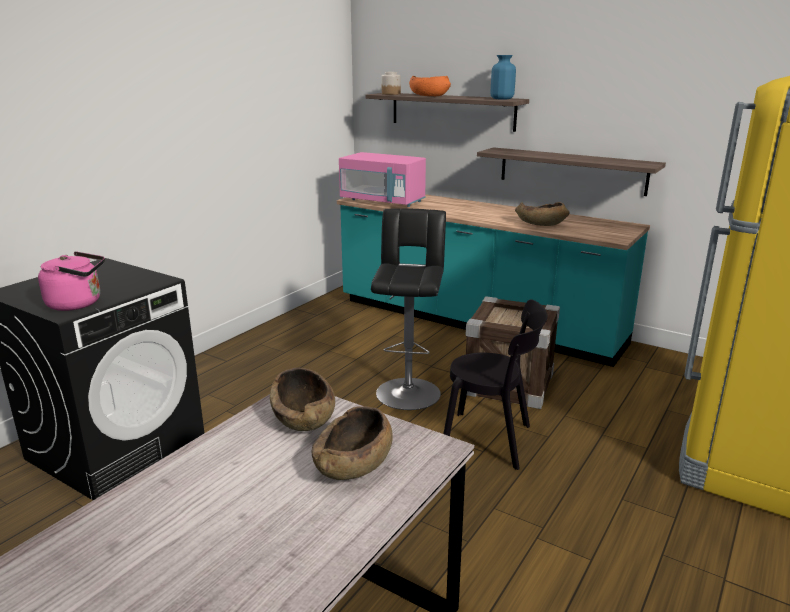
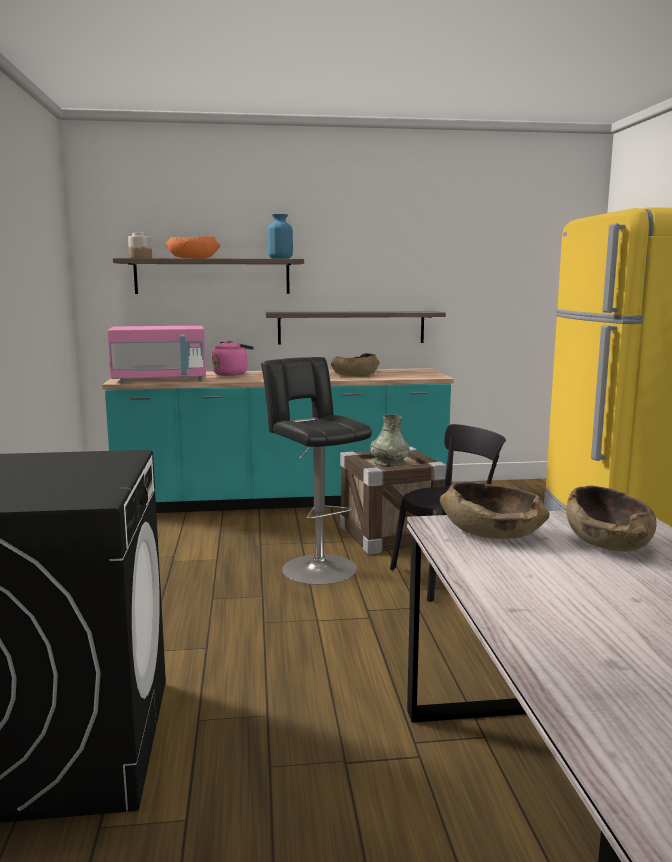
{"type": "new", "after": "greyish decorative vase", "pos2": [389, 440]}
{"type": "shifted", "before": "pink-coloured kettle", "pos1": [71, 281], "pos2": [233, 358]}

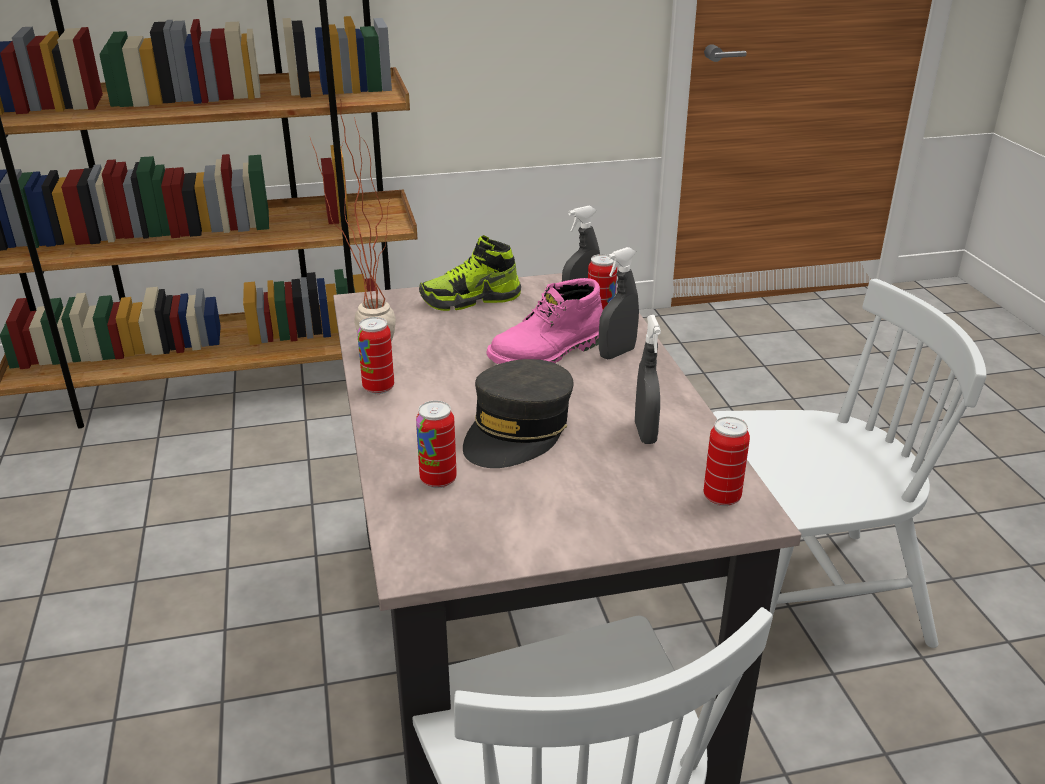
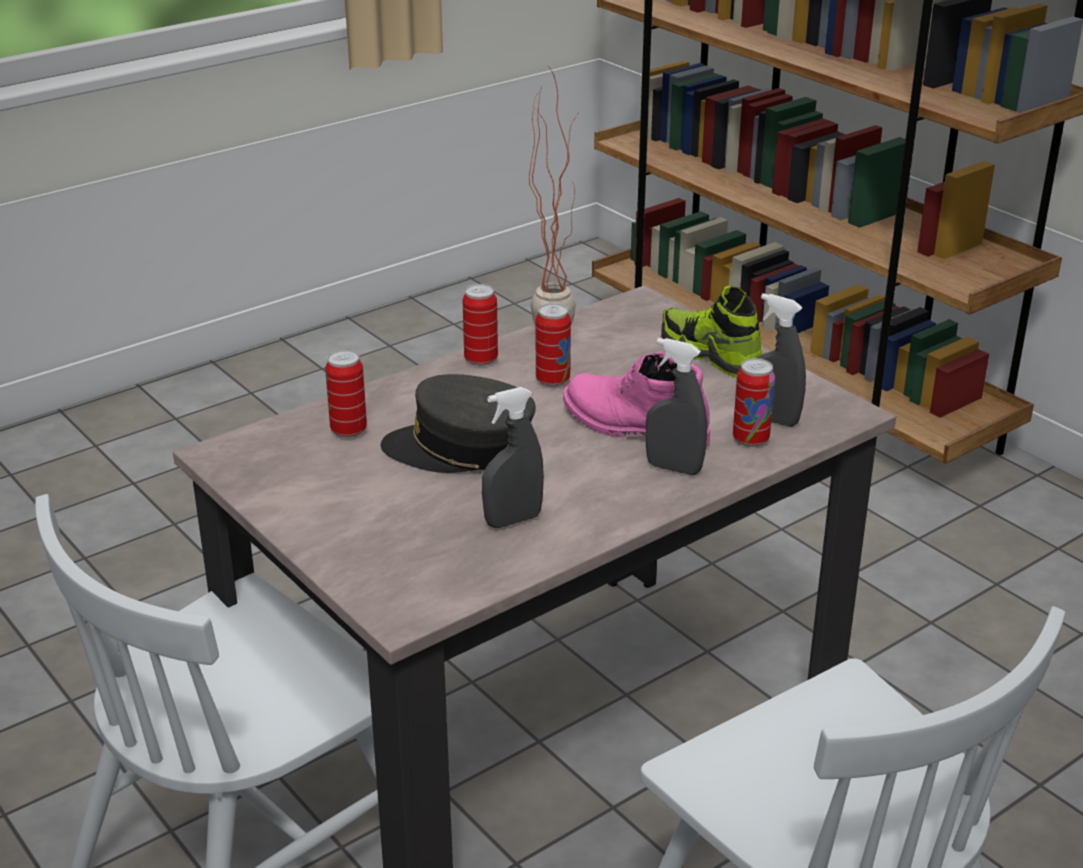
{"type": "shifted", "before": "metal can", "pos1": [726, 461], "pos2": [553, 345]}

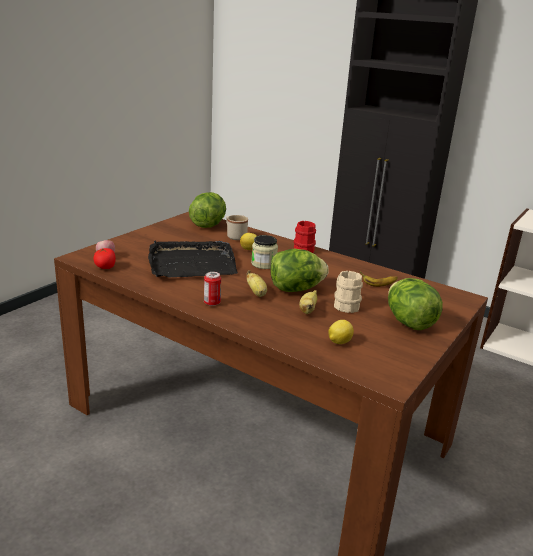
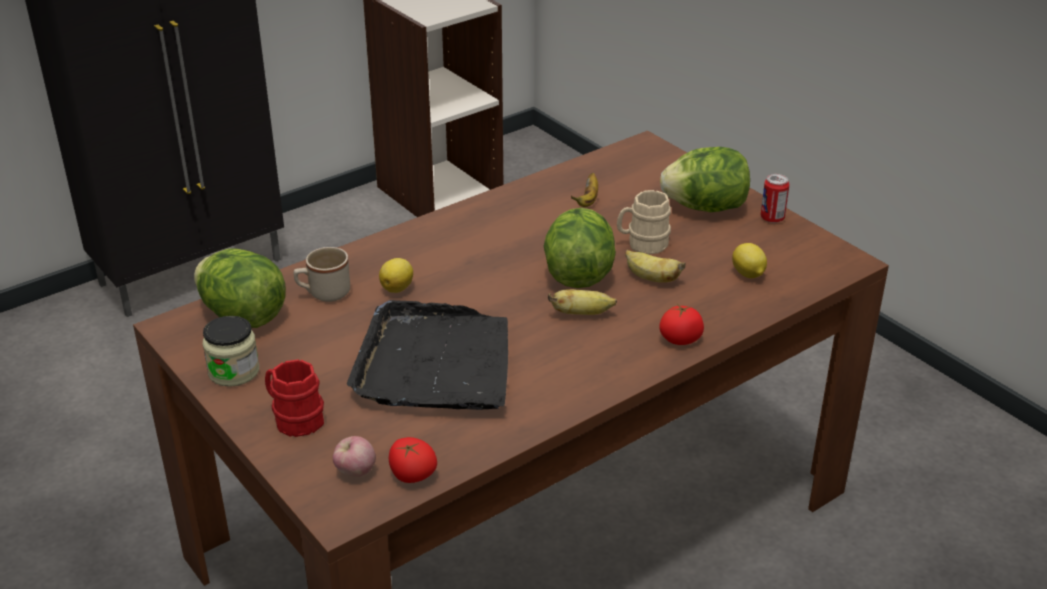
{"type": "new", "after": "fresh tomato", "pos2": [681, 324]}
{"type": "shifted", "before": "metal can", "pos1": [212, 289], "pos2": [775, 198]}
{"type": "shifted", "before": "jar", "pos1": [264, 252], "pos2": [231, 351]}
{"type": "shifted", "before": "reddish coffee mug", "pos1": [305, 237], "pos2": [294, 398]}

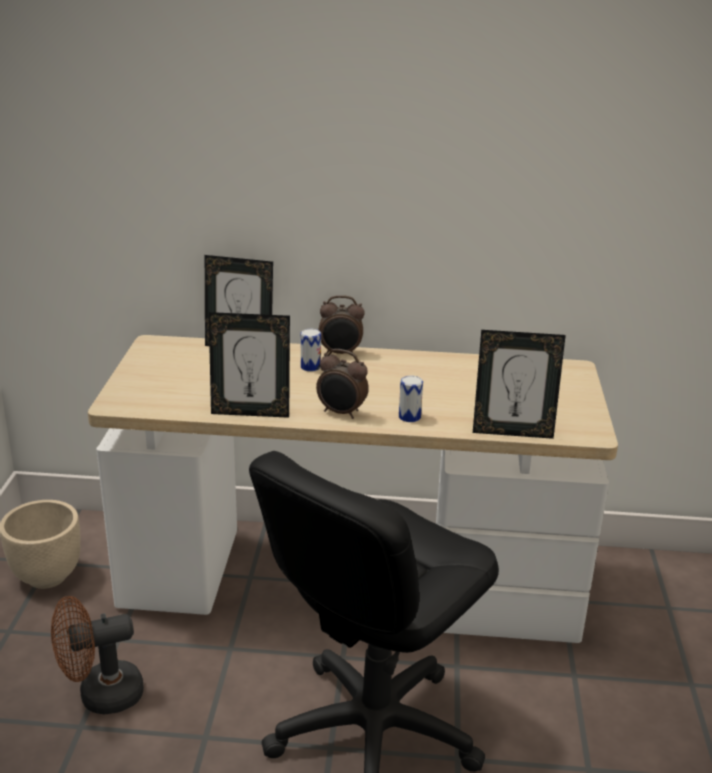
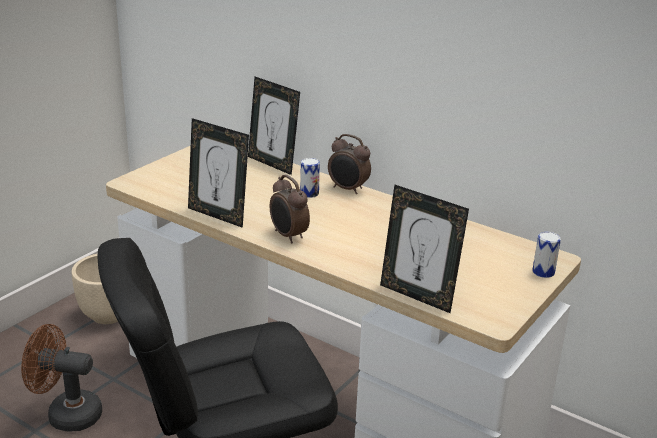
{"type": "shifted", "before": "metal can", "pos1": [411, 398], "pos2": [547, 255]}

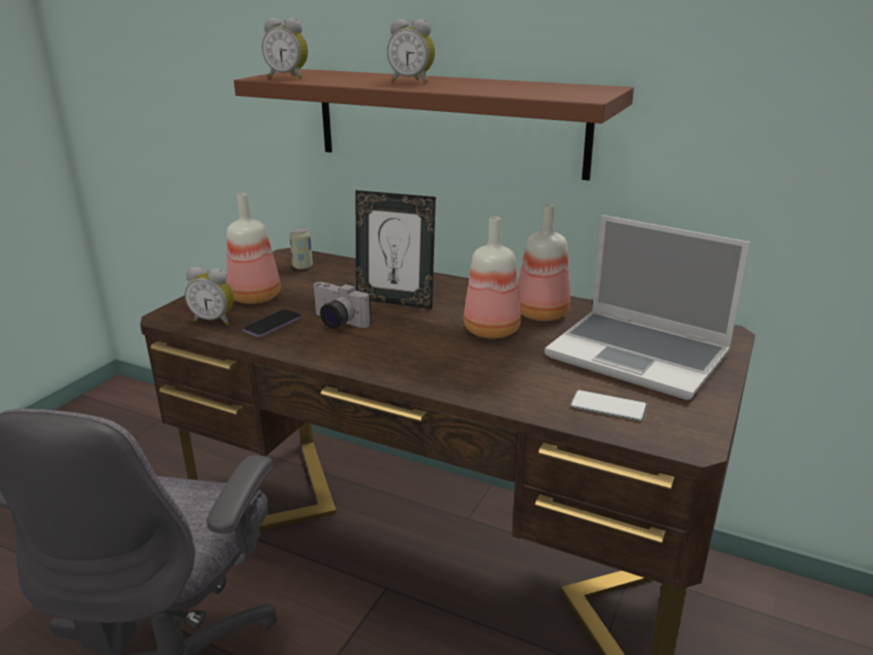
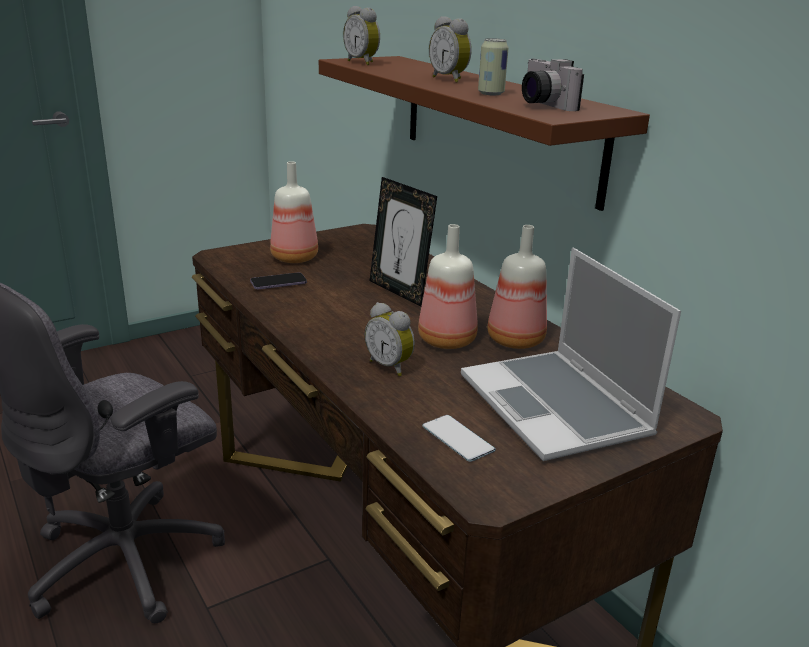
{"type": "shifted", "before": "alarm clock", "pos1": [209, 296], "pos2": [390, 339]}
{"type": "shifted", "before": "metal can", "pos1": [301, 248], "pos2": [493, 66]}
{"type": "shifted", "before": "still camera", "pos1": [342, 305], "pos2": [553, 85]}

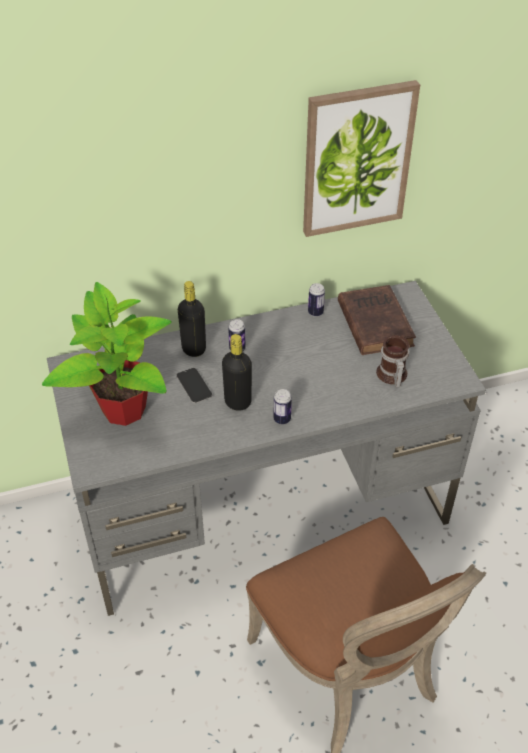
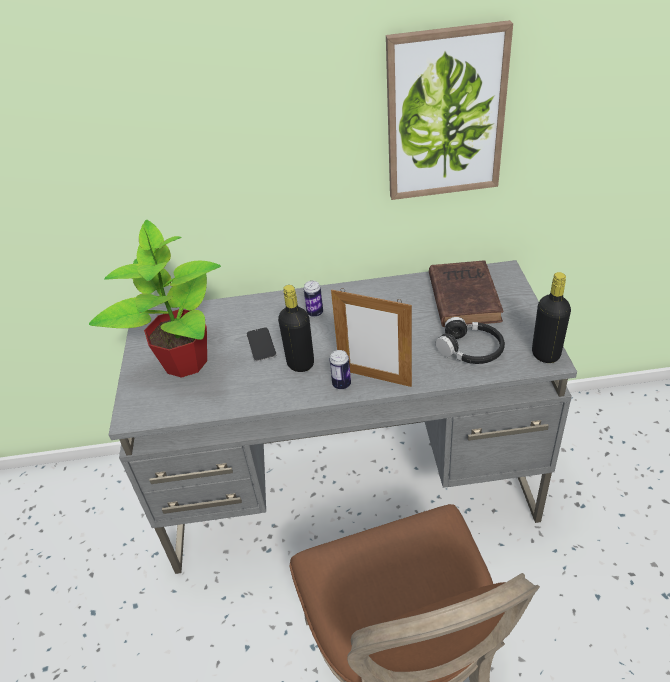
{"type": "gone", "before": "metal can", "pos1": [316, 300]}
{"type": "new", "after": "photo frame", "pos2": [371, 337]}
{"type": "shifted", "before": "black-coloured bottle", "pos1": [192, 319], "pos2": [551, 317]}
{"type": "swapped", "before": "coffee mug", "after": "black-coloured pair of headphones", "pos1": [392, 361], "pos2": [470, 340]}

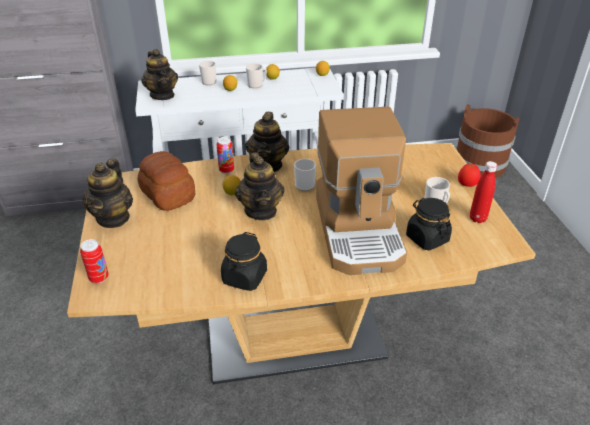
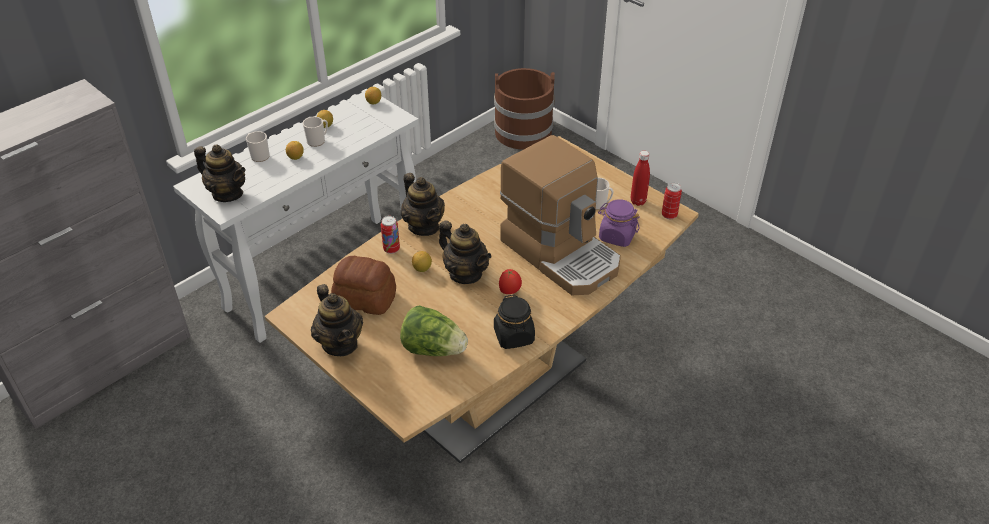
{"type": "gone", "before": "coffee mug", "pos1": [305, 175]}
{"type": "new", "after": "head of lettuce", "pos2": [434, 330]}
{"type": "shifted", "before": "metal can", "pos1": [94, 261], "pos2": [672, 200]}
{"type": "shifted", "before": "fresh tomato", "pos1": [469, 175], "pos2": [510, 281]}
{"type": "repainted", "before": "black-coloured jar", "after": "purplish jar", "pos1": [429, 224], "pos2": [619, 223]}

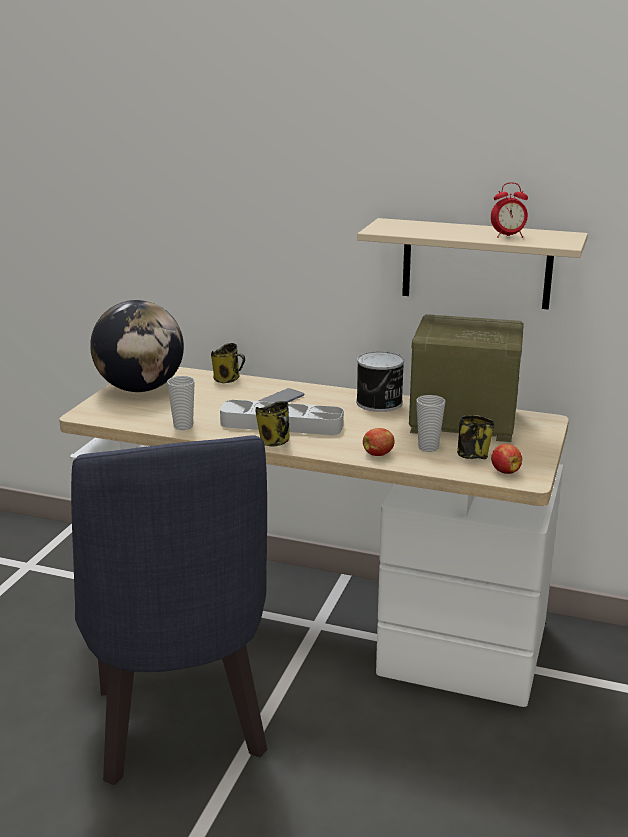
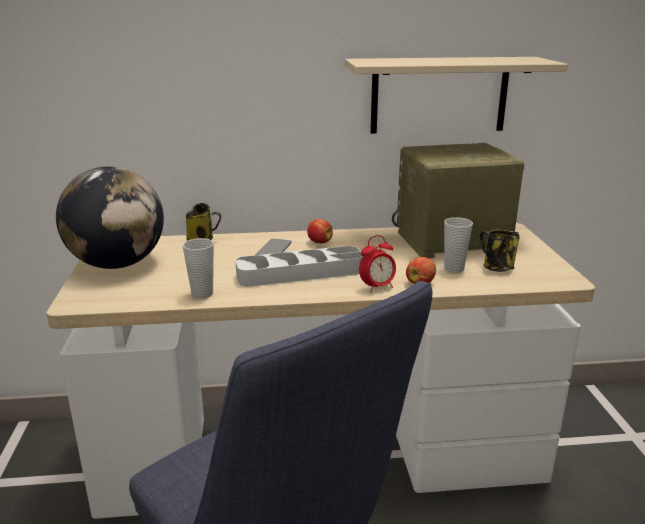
{"type": "gone", "before": "coffee mug", "pos1": [272, 424]}
{"type": "gone", "before": "metal can", "pos1": [380, 381]}
{"type": "shifted", "before": "alarm clock", "pos1": [509, 210], "pos2": [377, 263]}
{"type": "shifted", "before": "apple", "pos1": [506, 459], "pos2": [320, 231]}

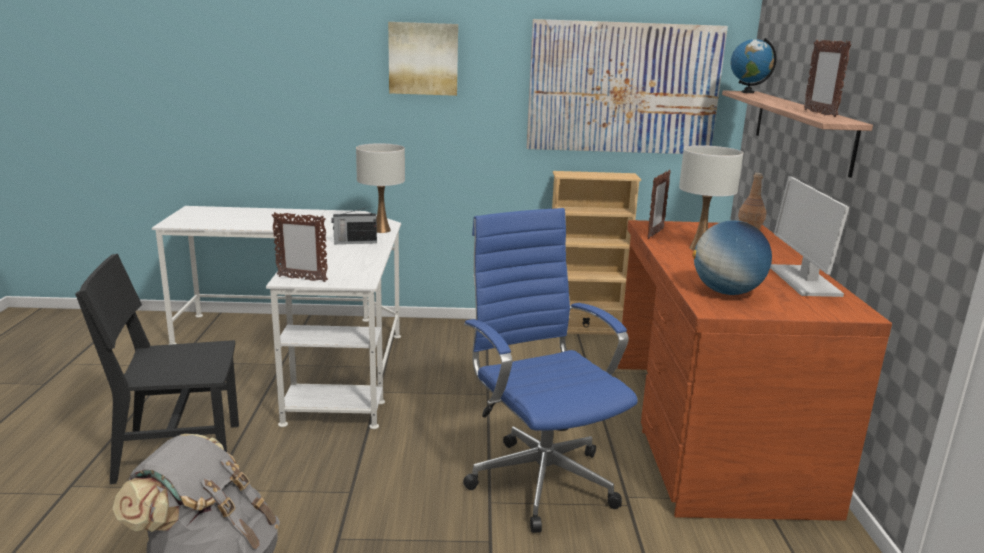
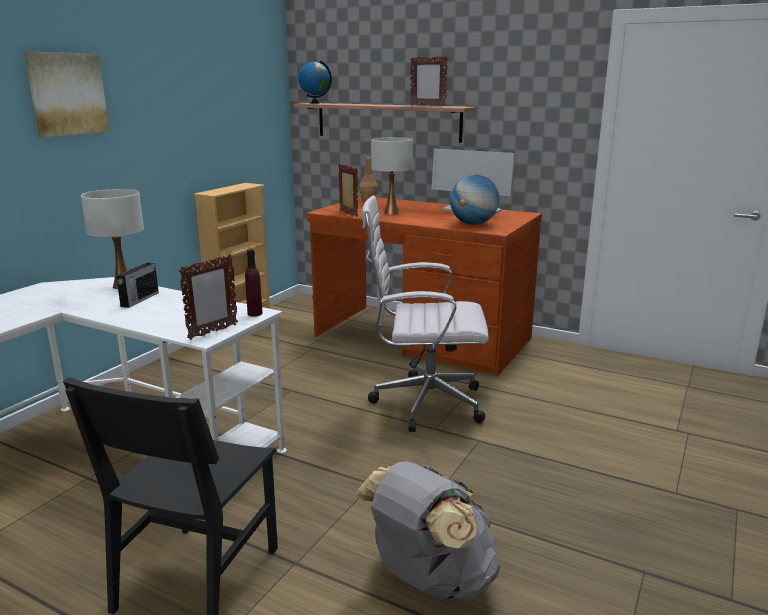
{"type": "gone", "before": "wall picture", "pos1": [627, 86]}
{"type": "new", "after": "purplish bottle", "pos2": [254, 283]}
{"type": "repainted", "before": "blue office chair", "after": "whitish office chair", "pos1": [550, 370], "pos2": [425, 313]}

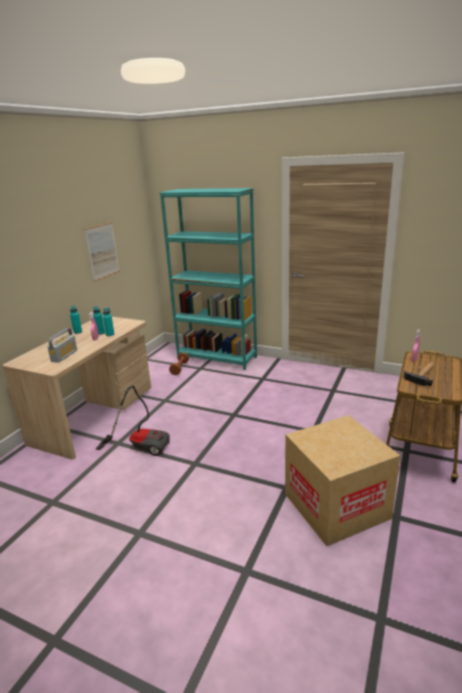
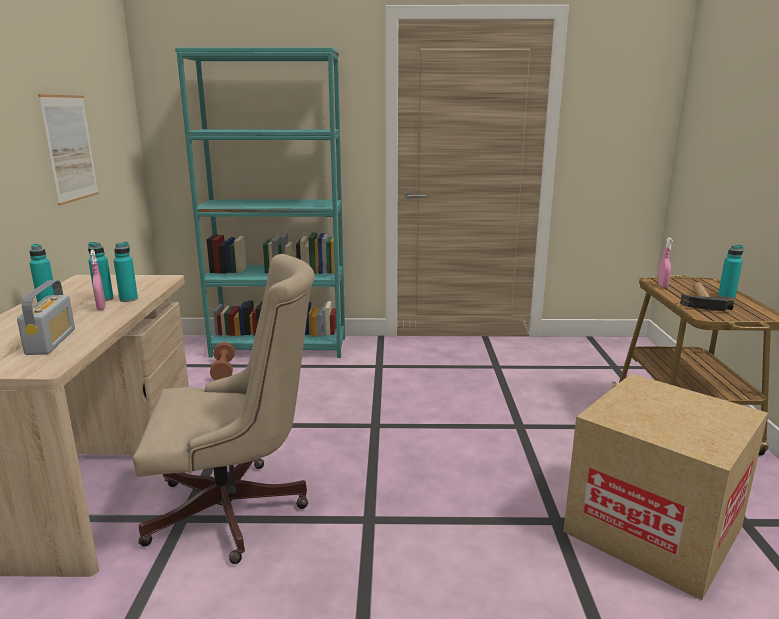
{"type": "new", "after": "turquoise bottle", "pos2": [730, 272]}
{"type": "swapped", "before": "vacuum cleaner", "after": "beige office chair", "pos1": [133, 420], "pos2": [224, 409]}

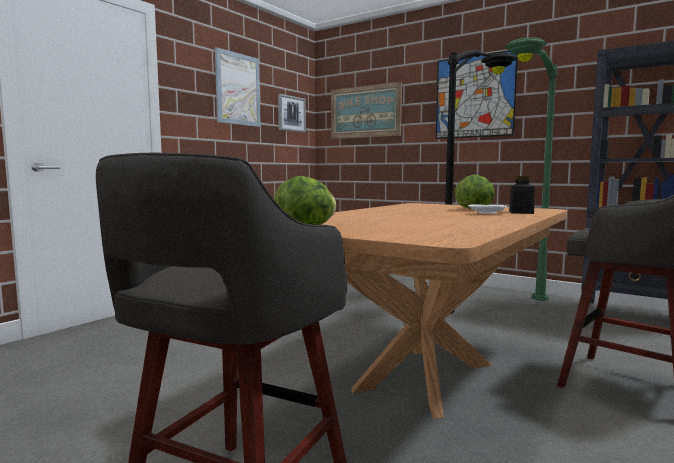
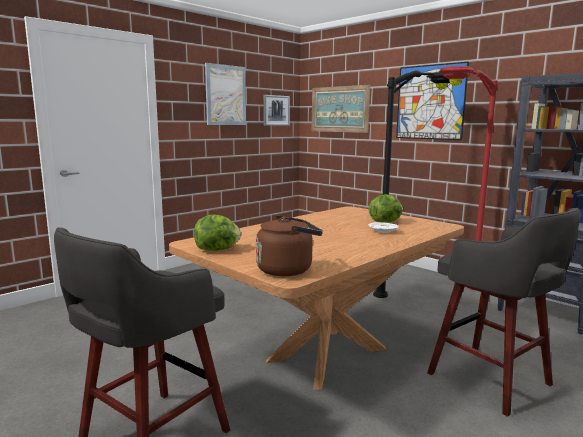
{"type": "gone", "before": "black-coloured jar", "pos1": [521, 195]}
{"type": "new", "after": "brownish kettle", "pos2": [289, 245]}
{"type": "repainted", "before": "green standard lamp", "after": "reddish standard lamp", "pos1": [531, 169], "pos2": [469, 178]}

